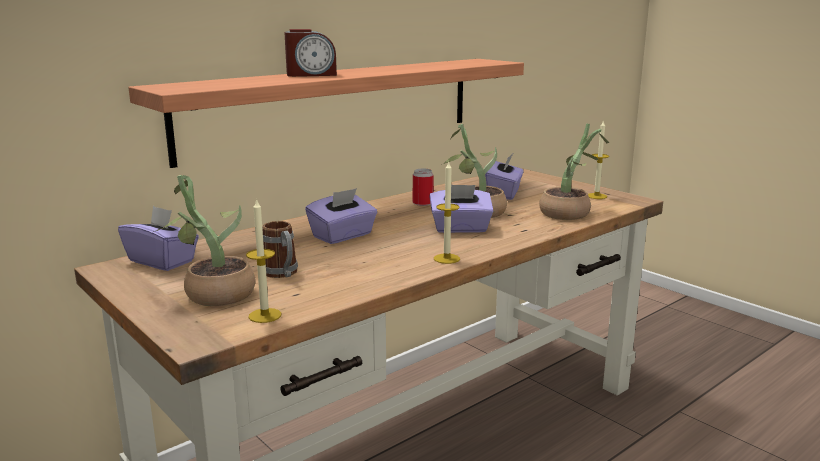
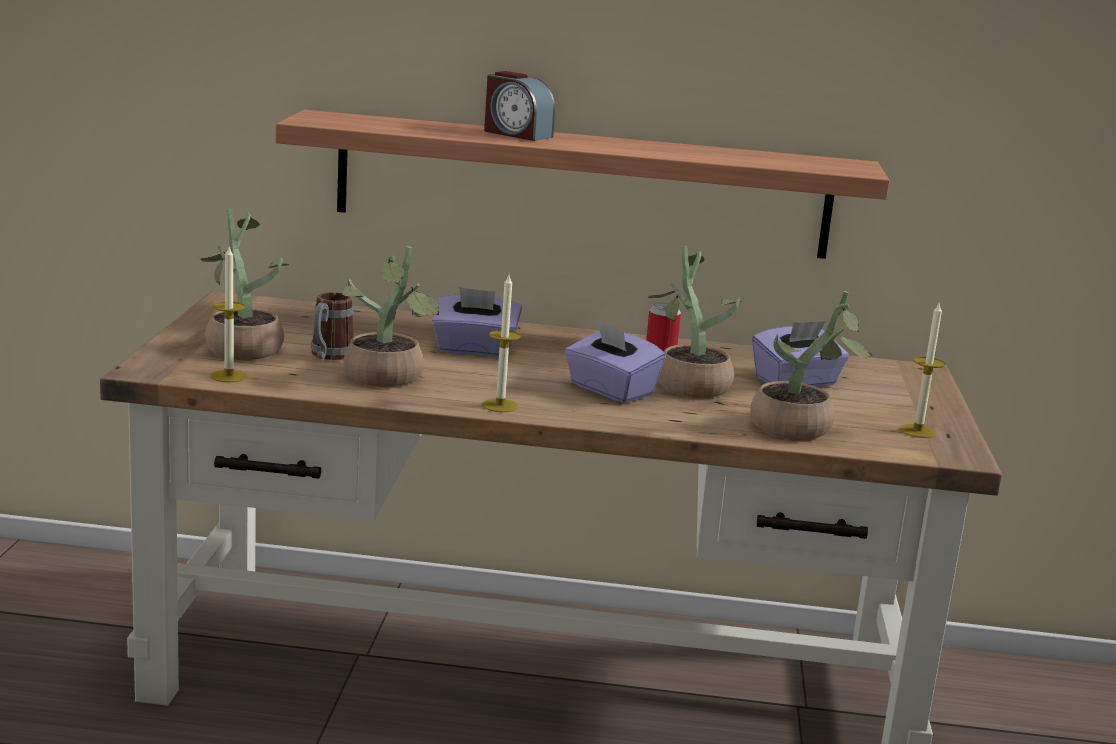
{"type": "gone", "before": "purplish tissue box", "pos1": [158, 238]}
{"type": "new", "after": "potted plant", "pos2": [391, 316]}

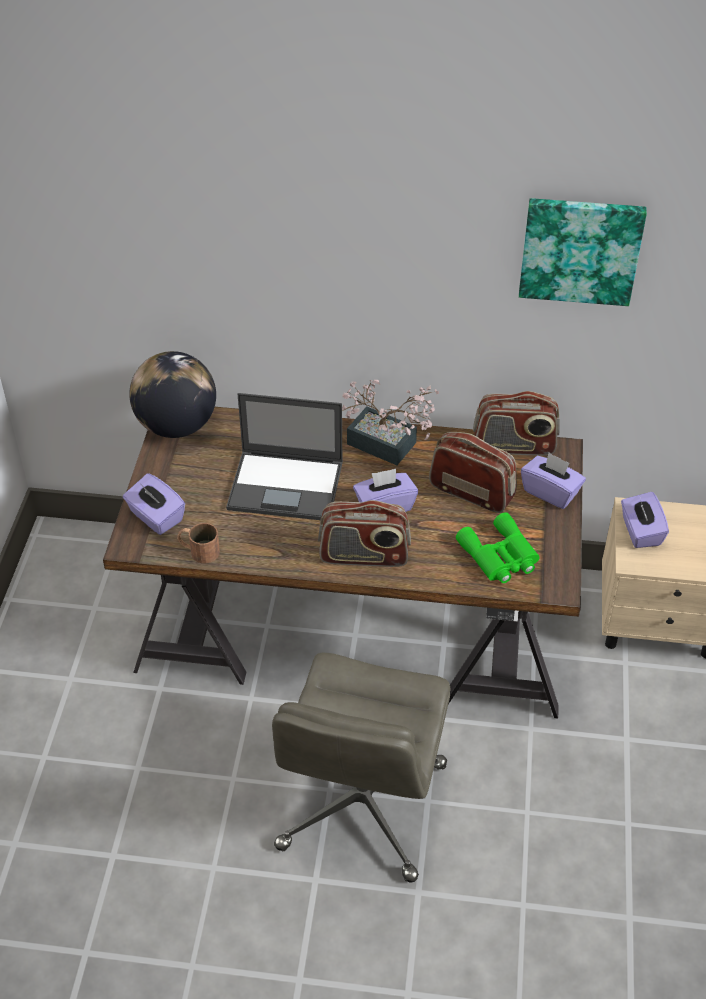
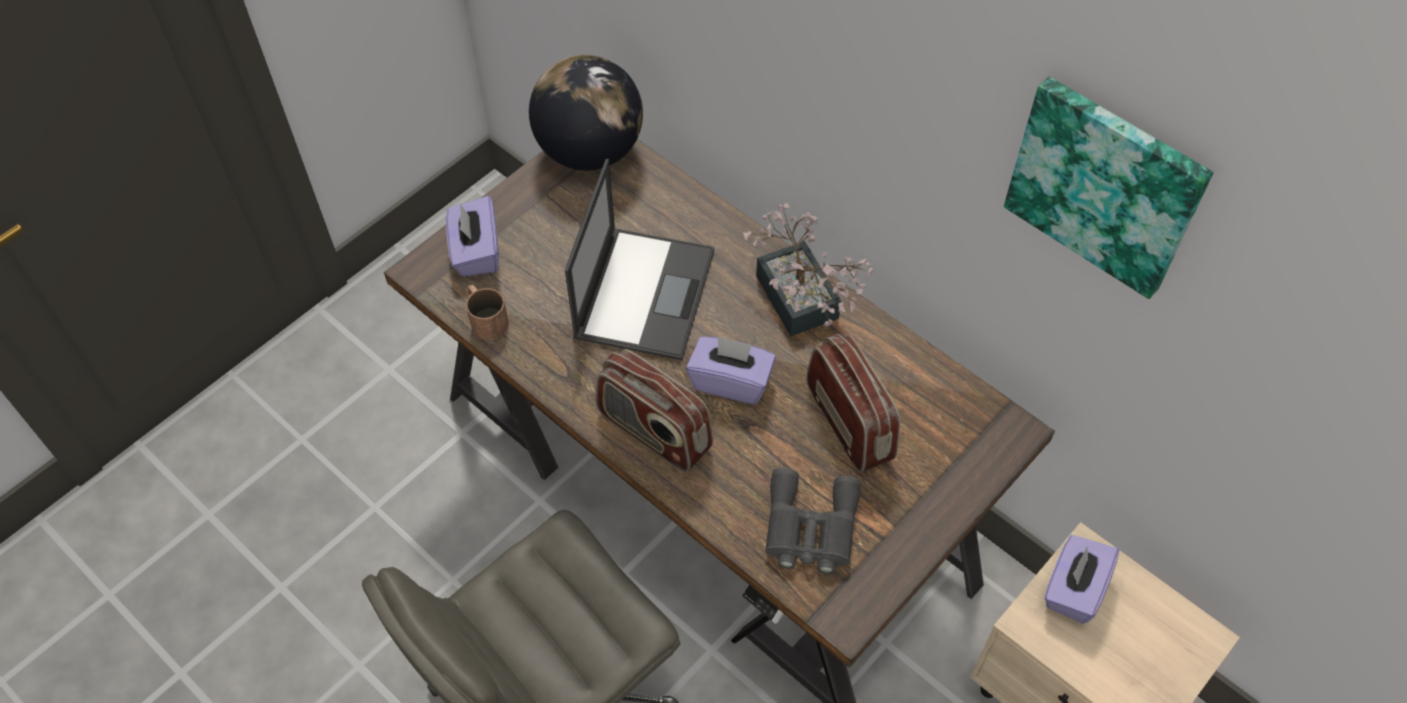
{"type": "gone", "before": "radio", "pos1": [516, 423]}
{"type": "gone", "before": "purplish tissue box", "pos1": [553, 481]}
{"type": "repainted", "before": "green field glasses", "after": "greyish field glasses", "pos1": [498, 547], "pos2": [813, 521]}
{"type": "rotated", "before": "laptop", "pos1": [284, 456], "pos2": [639, 259], "turn": -120}

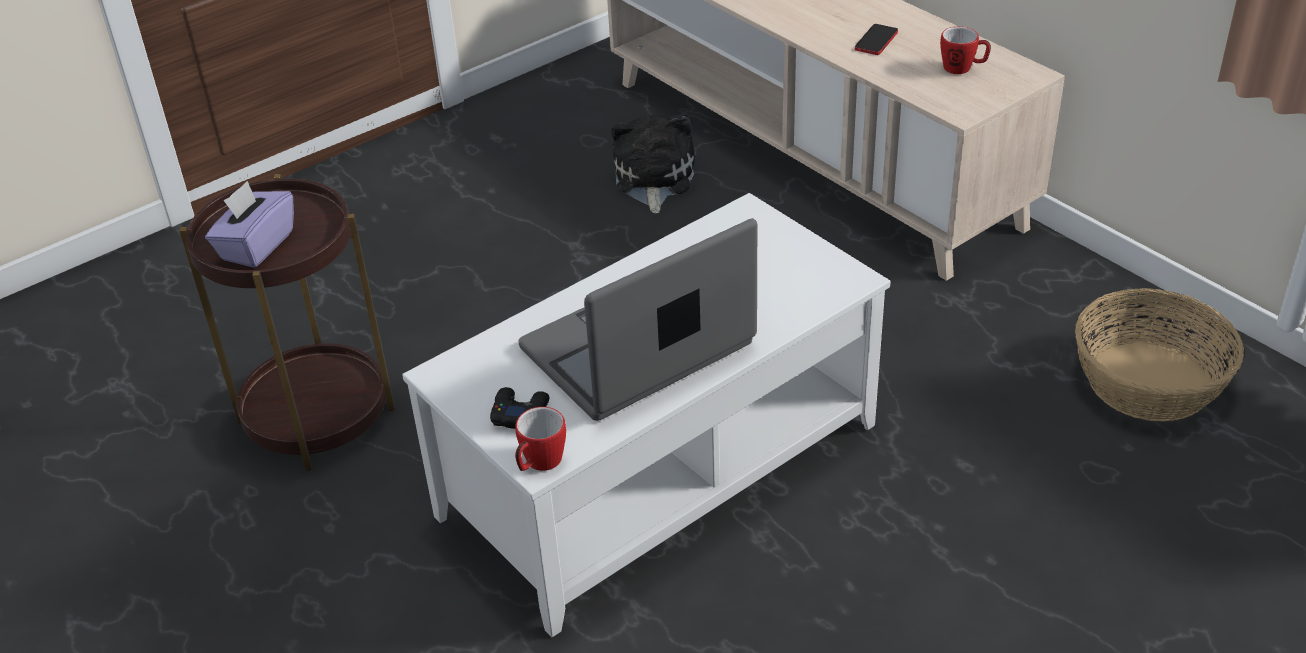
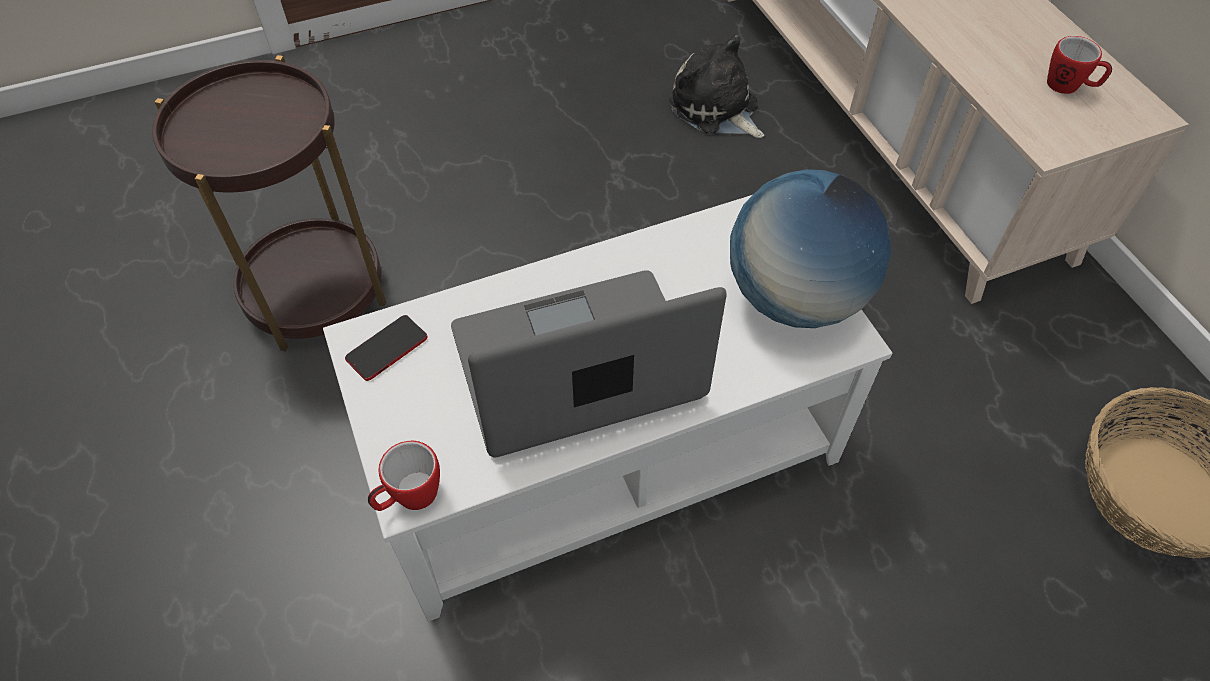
{"type": "gone", "before": "purplish tissue box", "pos1": [249, 224]}
{"type": "gone", "before": "black-coloured joypad", "pos1": [519, 408]}
{"type": "new", "after": "globe", "pos2": [810, 248]}
{"type": "shifted", "before": "telephone", "pos1": [876, 39], "pos2": [386, 348]}
{"type": "rotated", "before": "soft toy", "pos1": [653, 163], "pos2": [716, 86], "turn": -60}

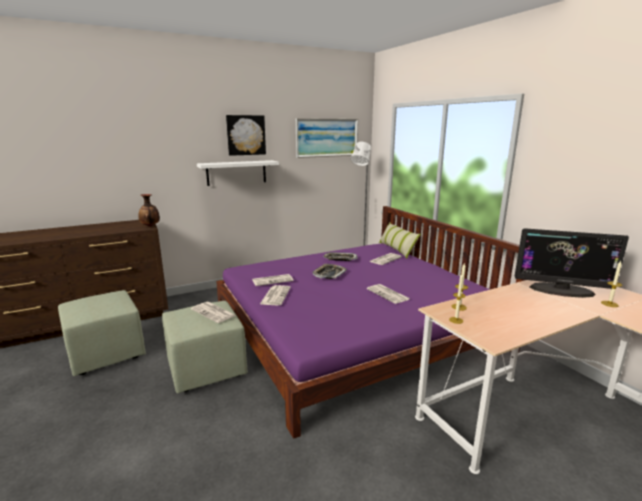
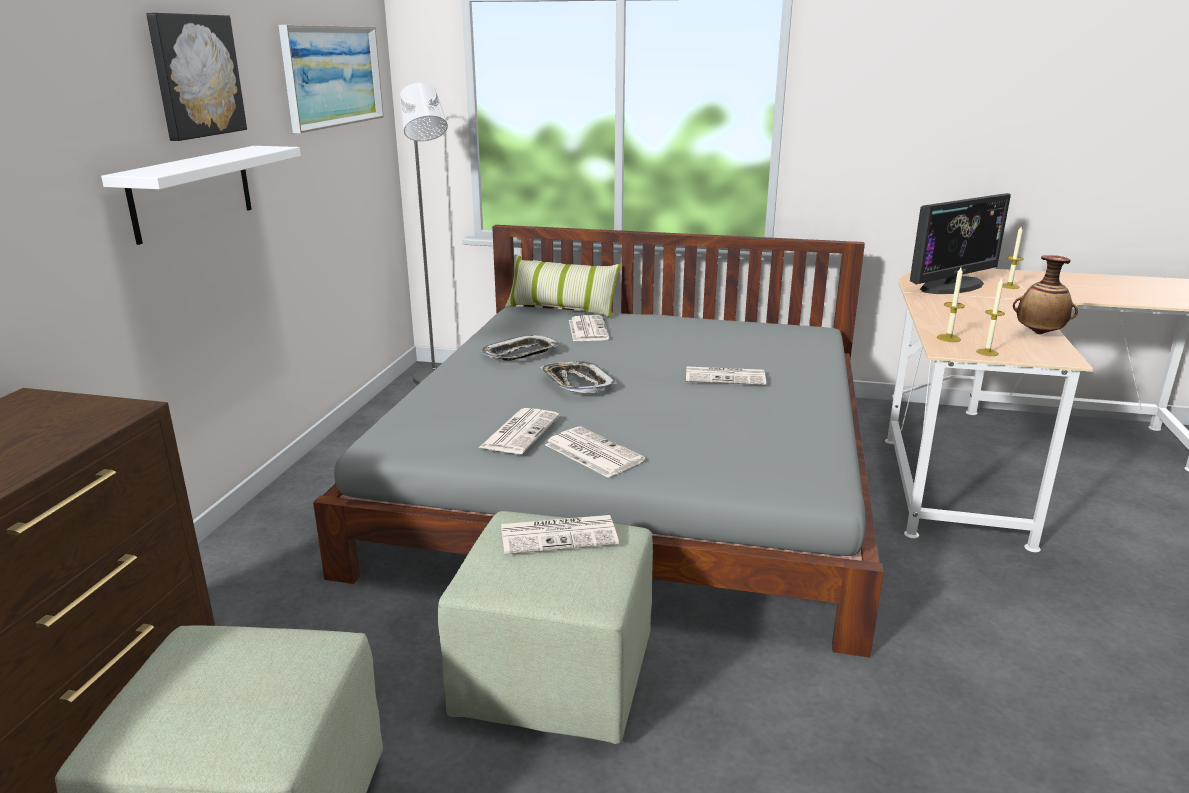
{"type": "shifted", "before": "decorative vase", "pos1": [149, 210], "pos2": [1045, 295]}
{"type": "repainted", "before": "purplish sleeping bed", "after": "greyish sleeping bed", "pos1": [370, 322], "pos2": [598, 441]}

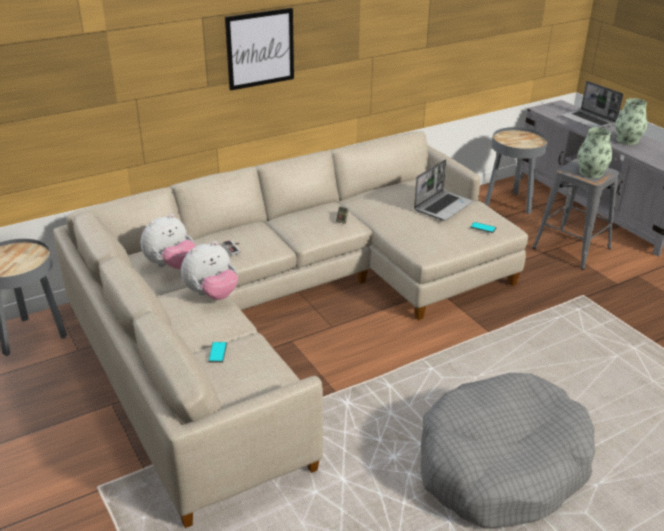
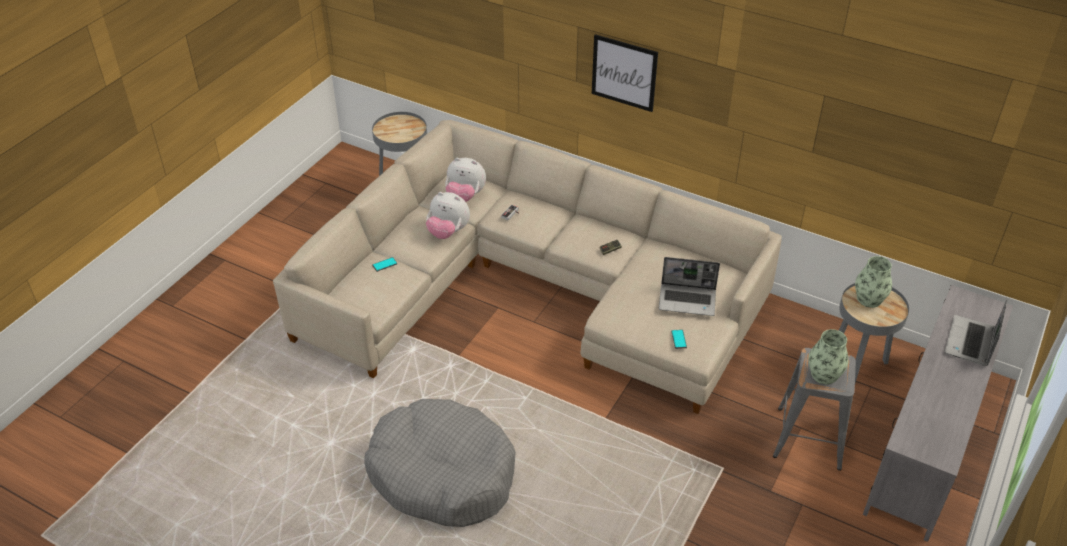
{"type": "shifted", "before": "decorative vase", "pos1": [631, 121], "pos2": [873, 282]}

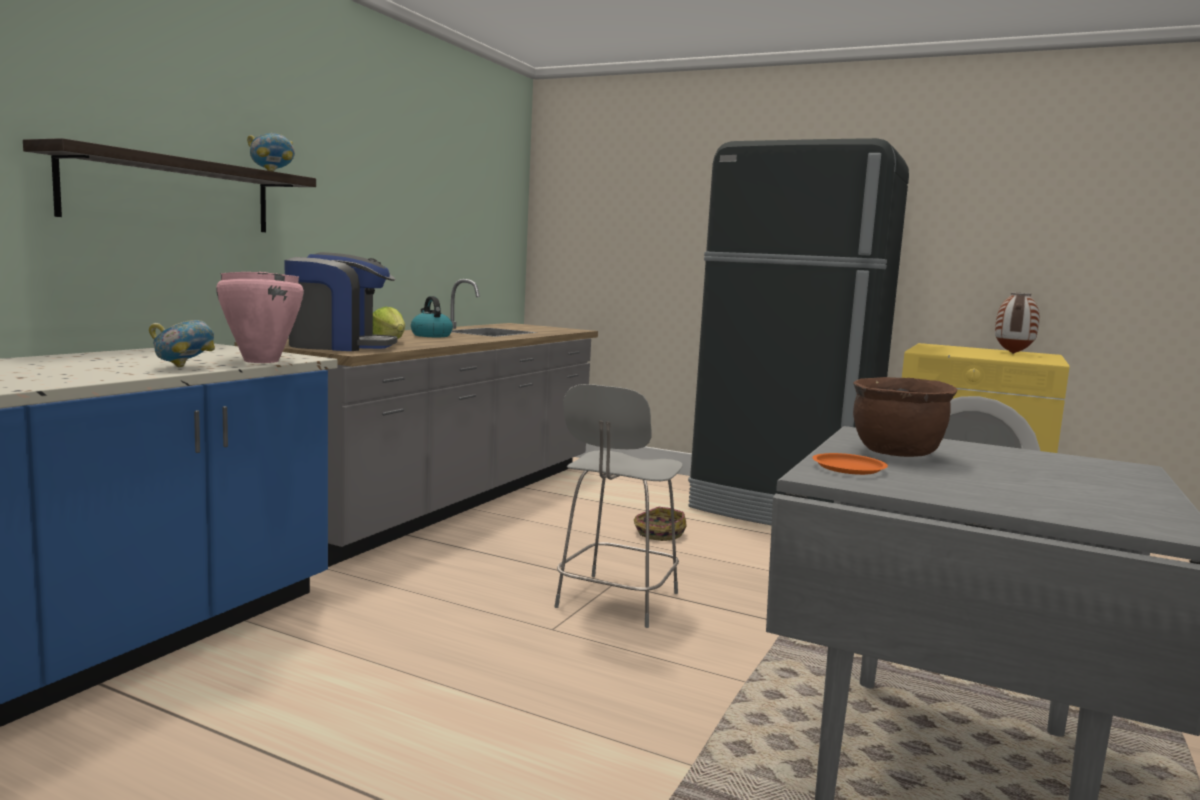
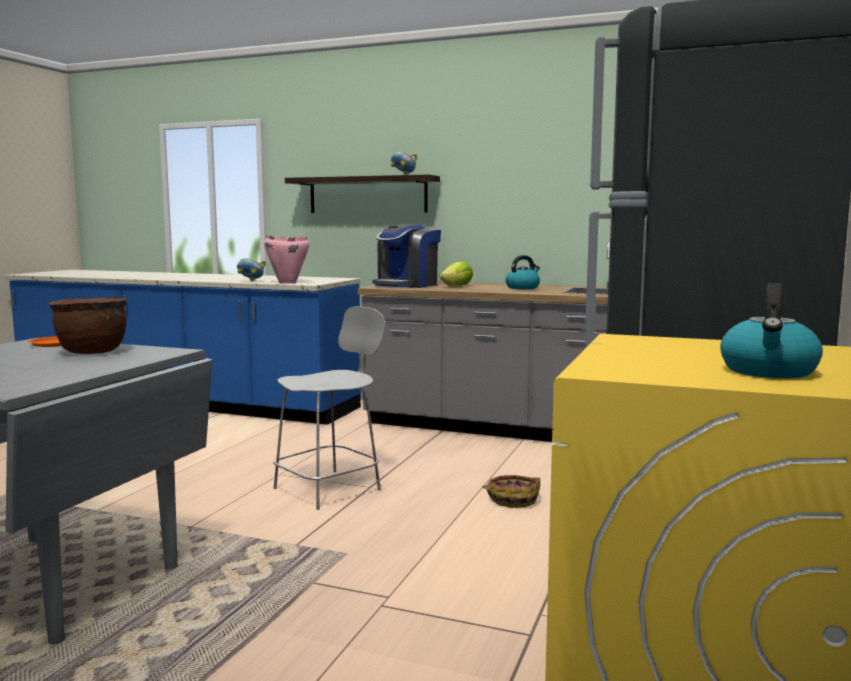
{"type": "swapped", "before": "decorative vase", "after": "kettle", "pos1": [1017, 323], "pos2": [771, 330]}
{"type": "rotated", "before": "coffee machine", "pos1": [341, 301], "pos2": [407, 255], "turn": 45}
{"type": "rotated", "before": "greyish upright chair", "pos1": [619, 506], "pos2": [329, 408], "turn": 120}

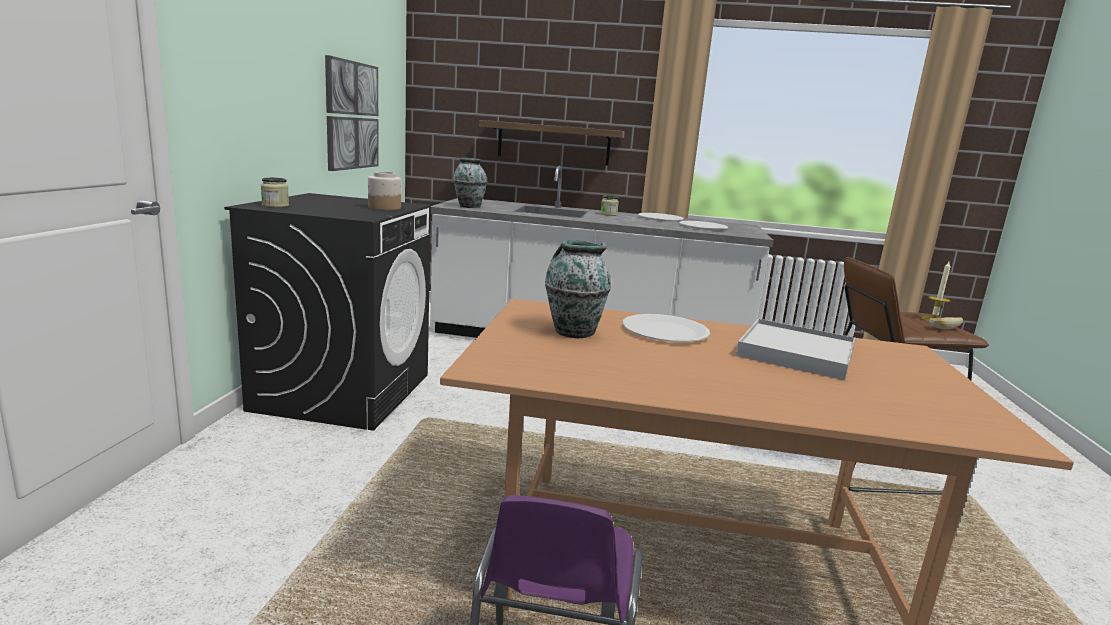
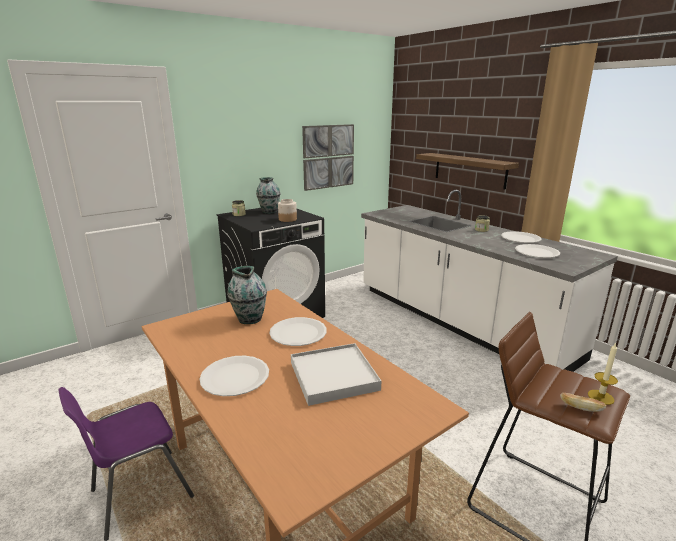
{"type": "new", "after": "whitish flat dish", "pos2": [234, 376]}
{"type": "shifted", "before": "decorative vase", "pos1": [470, 183], "pos2": [268, 195]}

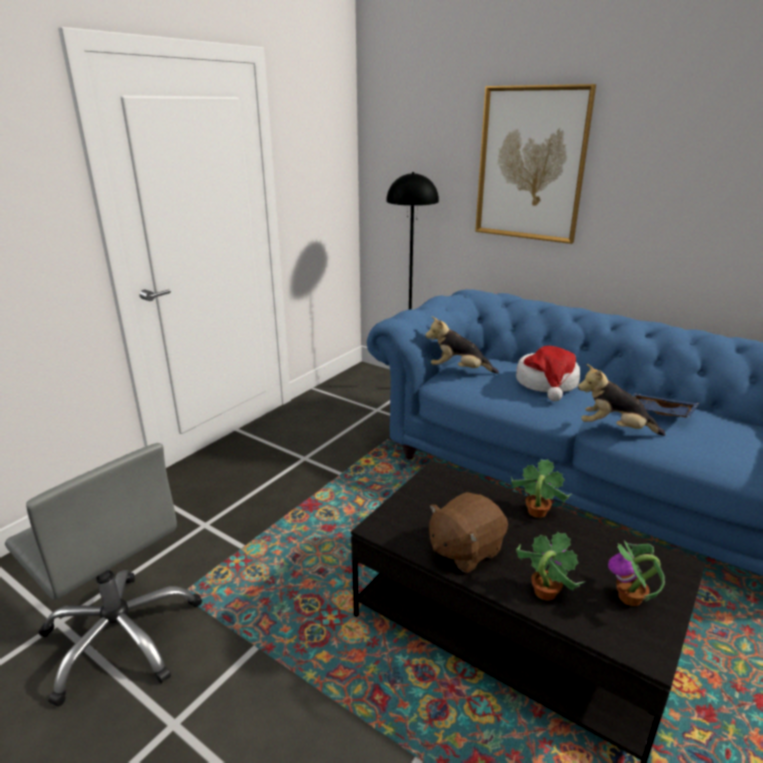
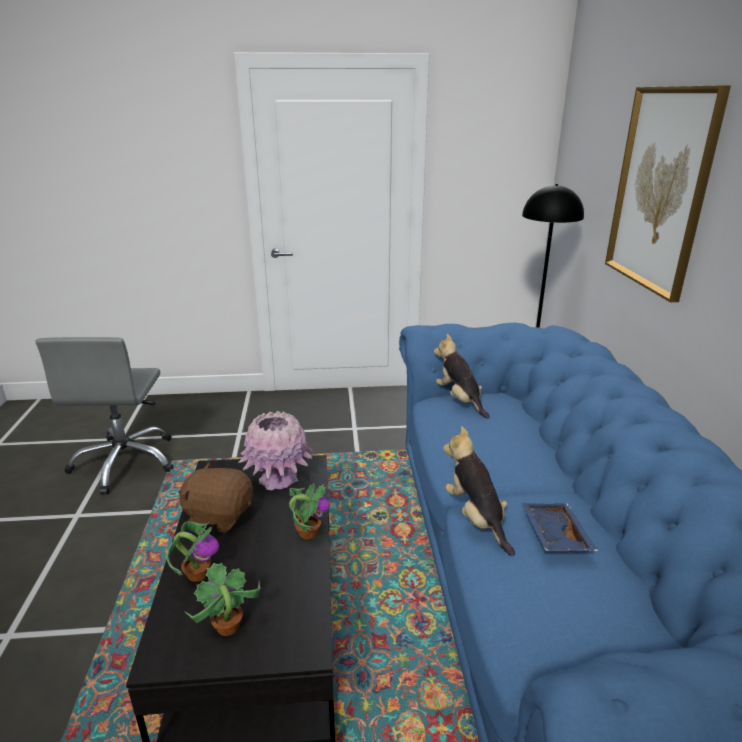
{"type": "gone", "before": "hat", "pos1": [548, 373]}
{"type": "new", "after": "pink-coloured decorative vase", "pos2": [276, 451]}

